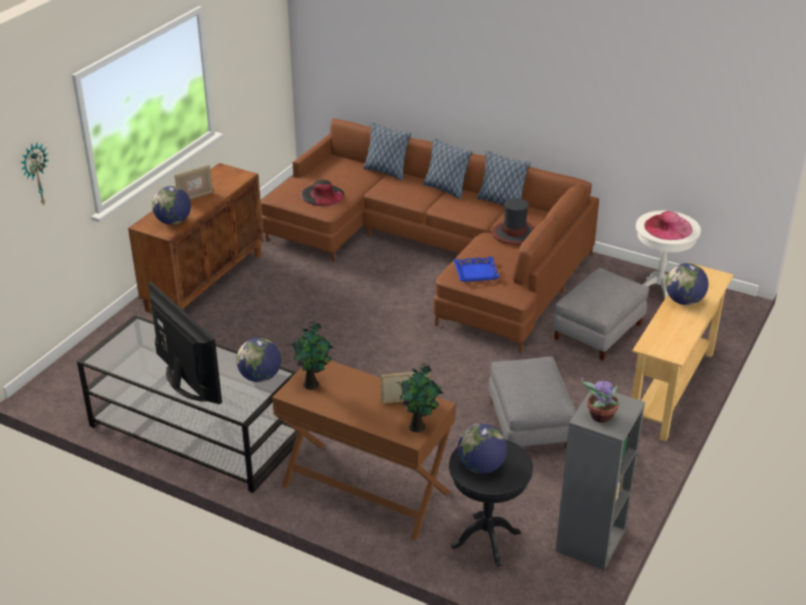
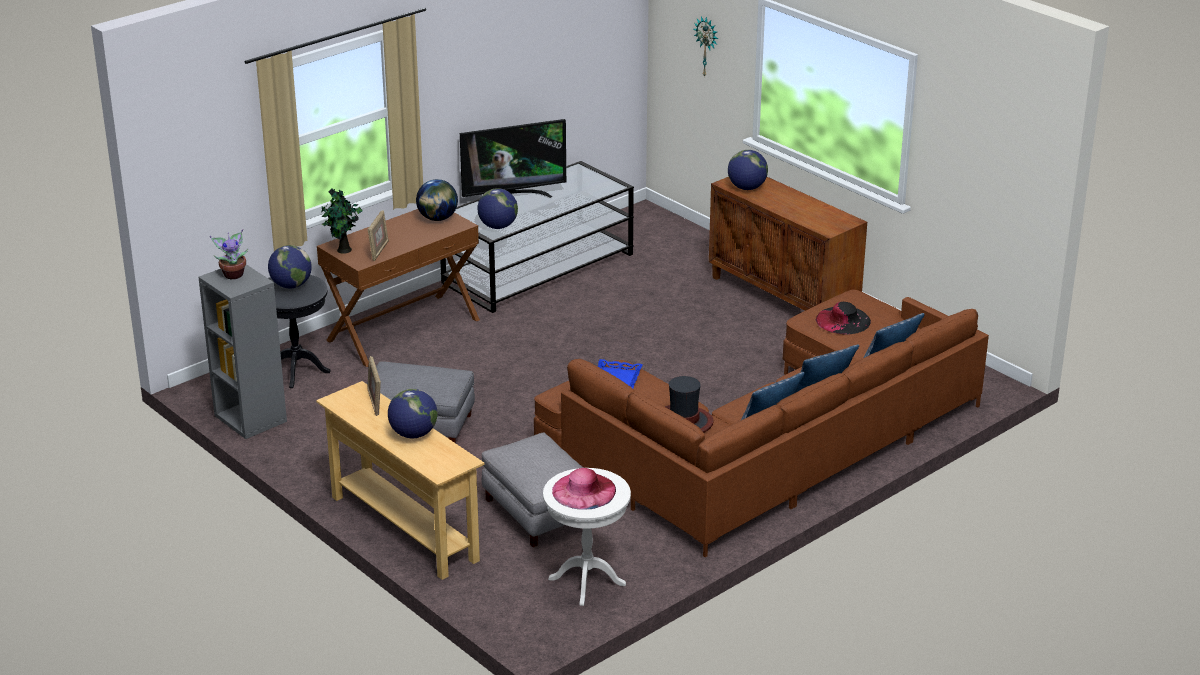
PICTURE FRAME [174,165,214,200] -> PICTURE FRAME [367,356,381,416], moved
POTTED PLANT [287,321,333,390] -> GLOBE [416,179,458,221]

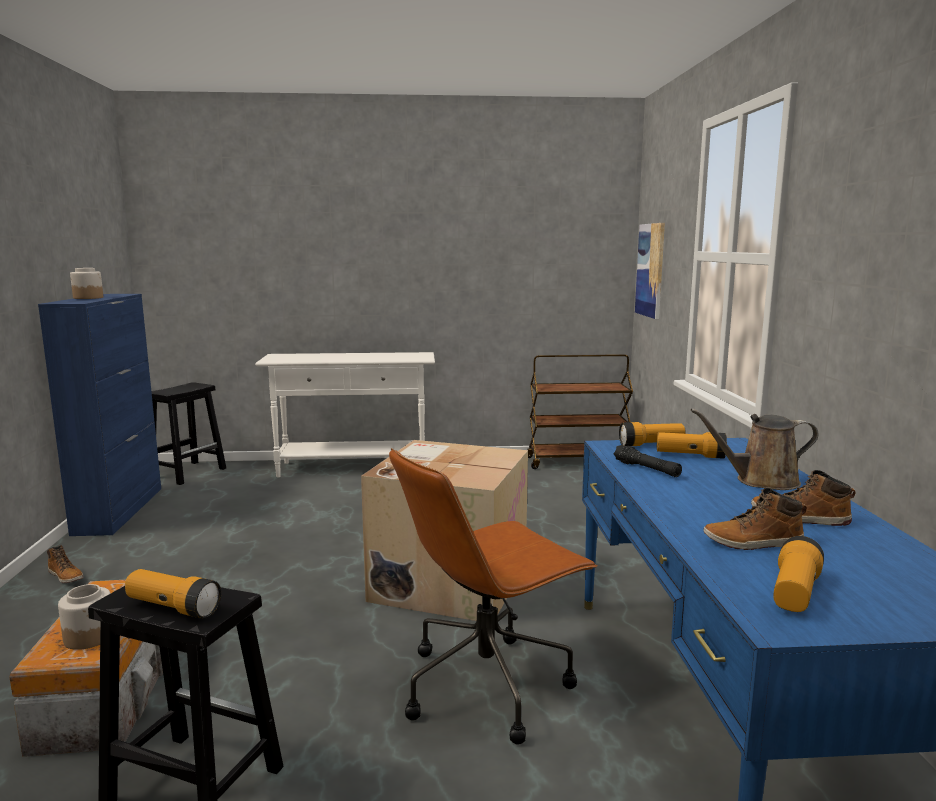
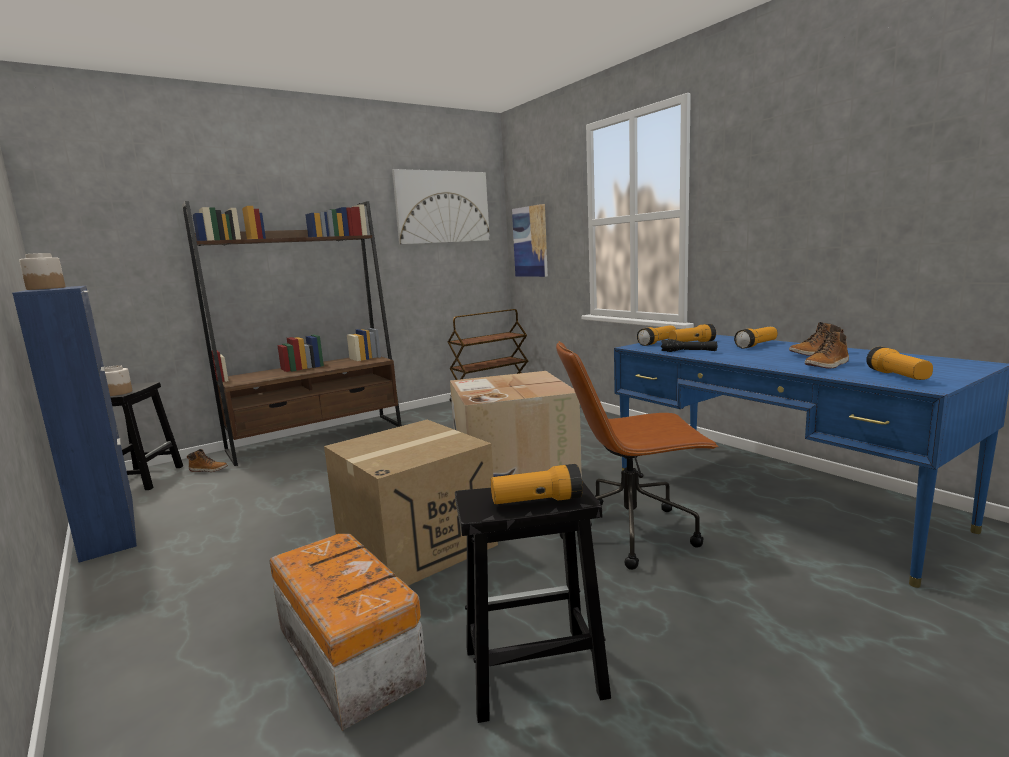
JAR [58,584,111,650] -> JAR [105,365,133,396], moved
WHITE CONSOLE TABLE [255,352,435,477] -> BROWN BOOKCASE [182,201,402,466]
BOOT [47,545,83,583] -> BOOT [187,449,228,472], moved
none -> CARDBOARD BOX [324,420,498,586]
none -> PICTURE [392,169,490,244]
BROWN OFFICE CHAIR [389,448,597,745] -> BROWN OFFICE CHAIR [556,341,719,570], 60 degrees clockwise
BROWN WATERING CAN [690,409,819,490] -> FLASHLIGHT [734,327,777,349]

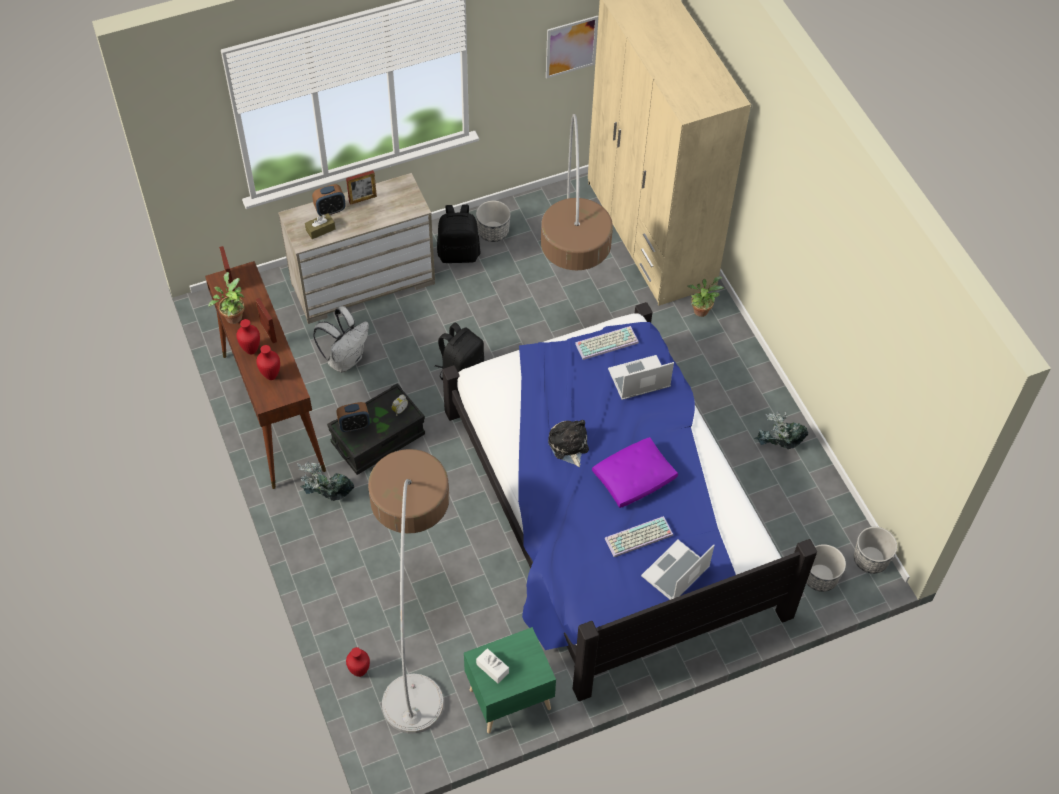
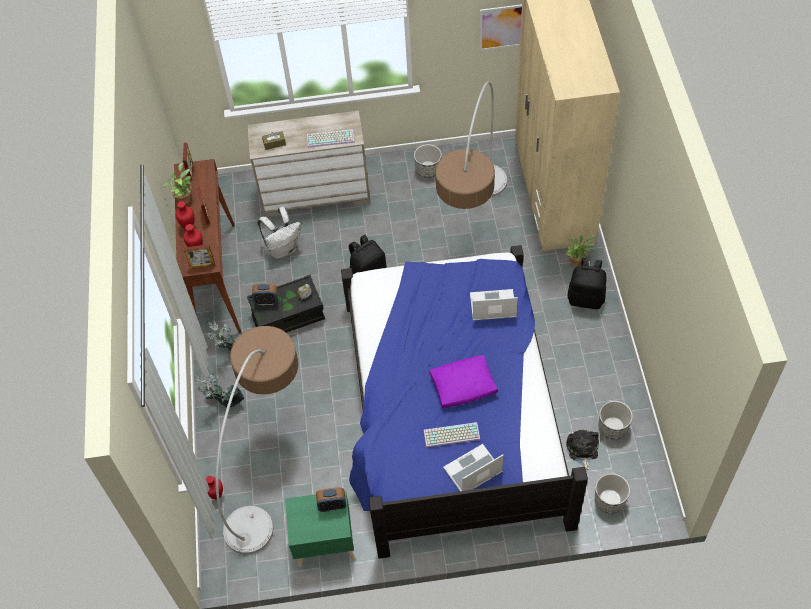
PICTURE FRAME [346,170,377,205] -> PICTURE FRAME [184,244,215,269], moved
POTTED PLANT [754,411,808,450] -> POTTED PLANT [195,374,244,408], moved
KEYBOARD [575,326,639,360] -> KEYBOARD [307,129,355,148], moved
ALARM CLOCK [312,184,346,216] -> ALARM CLOCK [316,487,346,512], moved
PLUSH TOY [548,420,589,467] -> PLUSH TOY [566,430,599,471], moved
BLACK BACKPACK [437,205,480,263] -> BLACK BACKPACK [568,258,607,309], moved
PLANTER [854,527,897,574] -> PLANTER [599,401,633,440], moved
WHITE TISSUE BOX [476,648,509,683] -> none

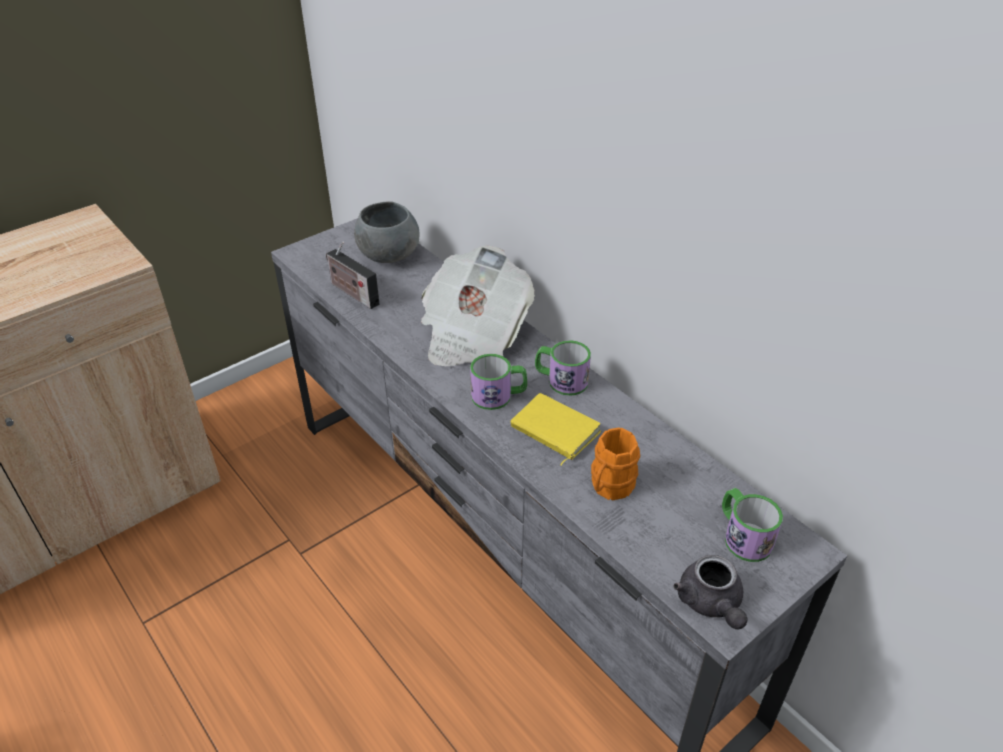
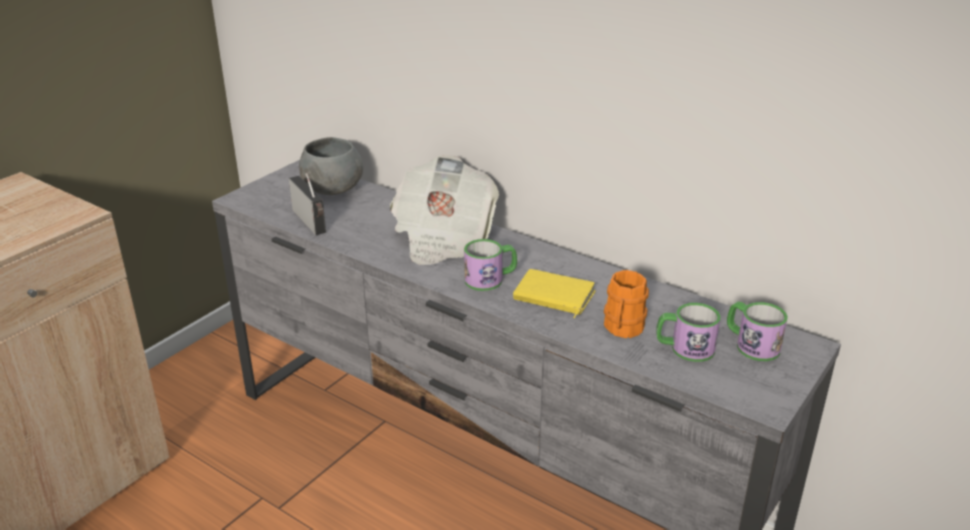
RADIO [326,242,380,309] -> RADIO [289,173,326,235], 150 degrees counterclockwise
MUG [535,340,591,396] -> MUG [656,303,721,362], moved
GREY TEAPOT [673,555,748,630] -> none

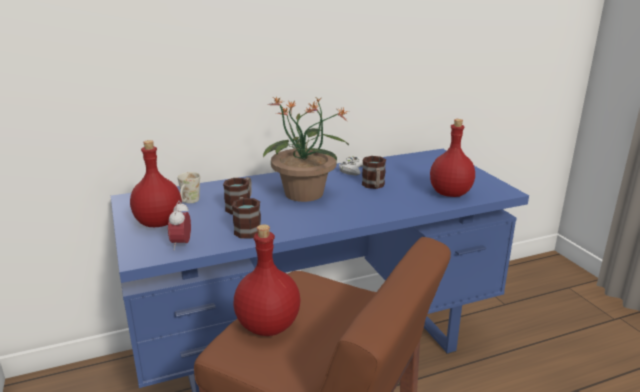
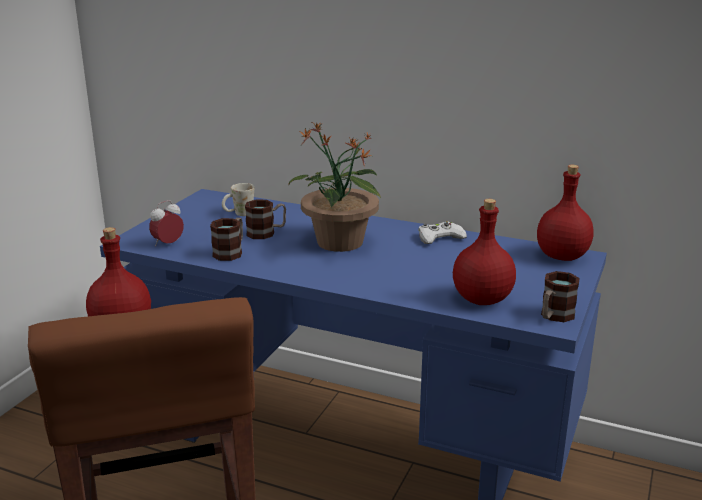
RED BOTTLE [130,140,182,227] -> RED BOTTLE [537,165,594,261], moved
MUG [362,156,386,189] -> MUG [541,271,580,322], moved

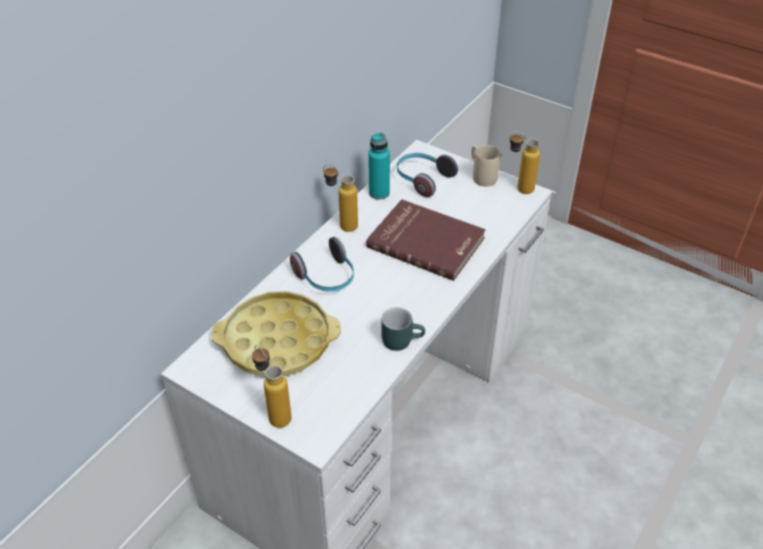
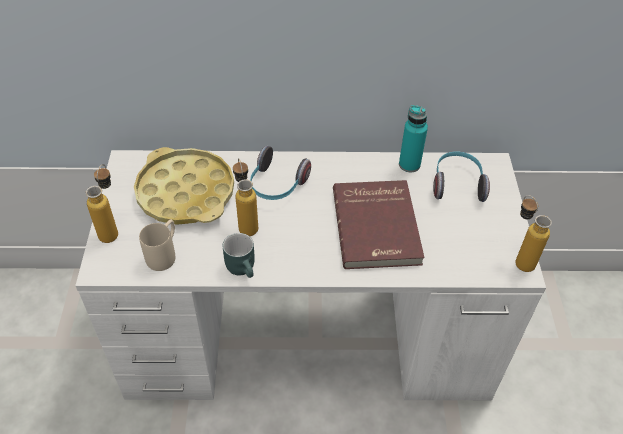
BEIGE MUG [471,145,501,186] -> BEIGE MUG [139,219,175,271], moved
BOTTLE [323,164,358,232] -> BOTTLE [233,158,258,236], moved

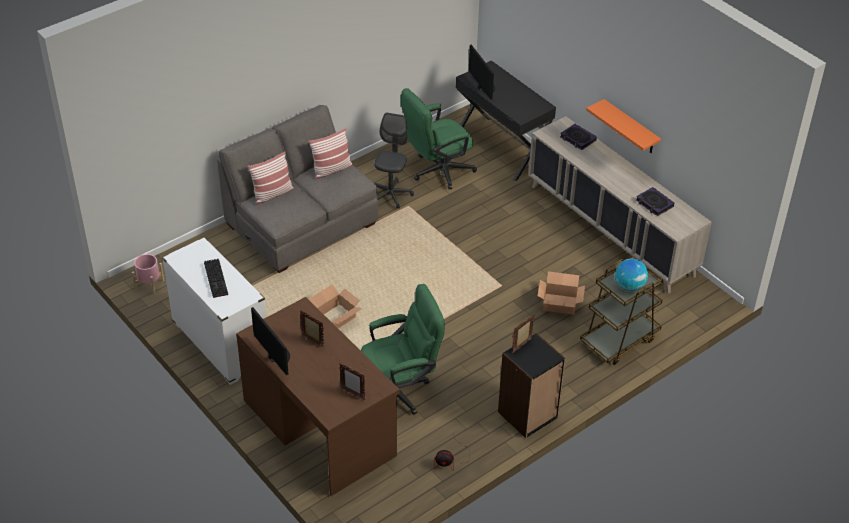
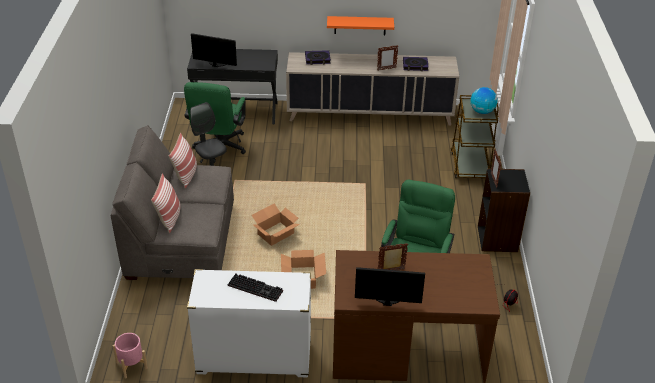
CARDBOARD BOX [538,271,585,315] -> CARDBOARD BOX [252,203,300,246], moved
PICTURE FRAME [339,363,366,400] -> PICTURE FRAME [377,45,398,70], moved

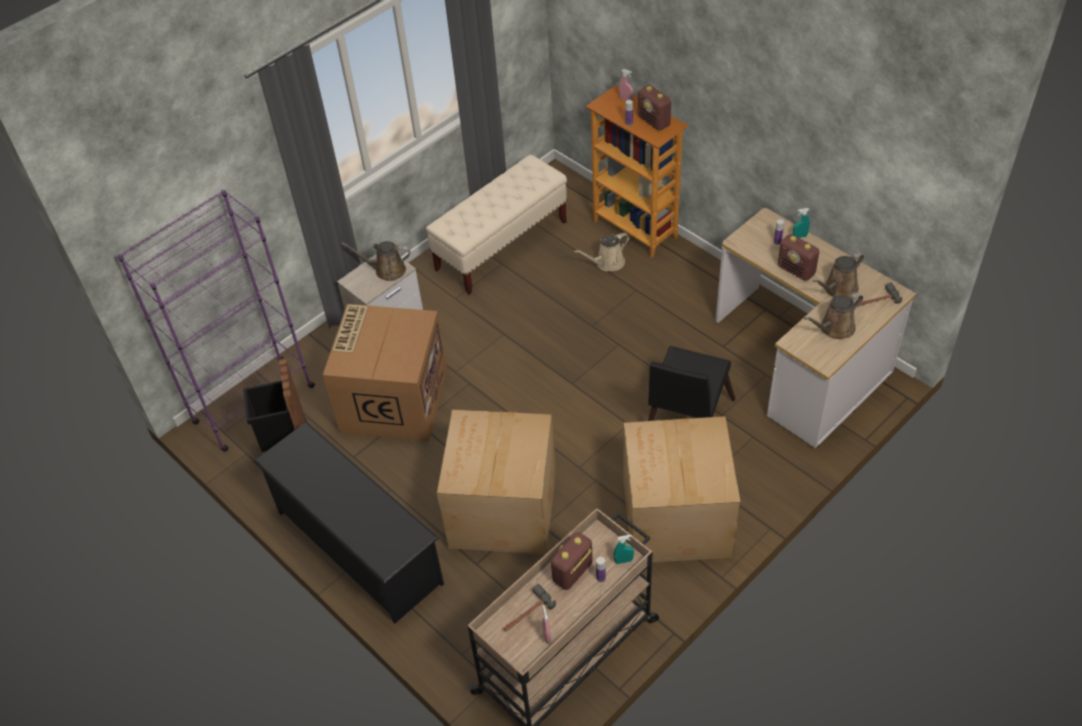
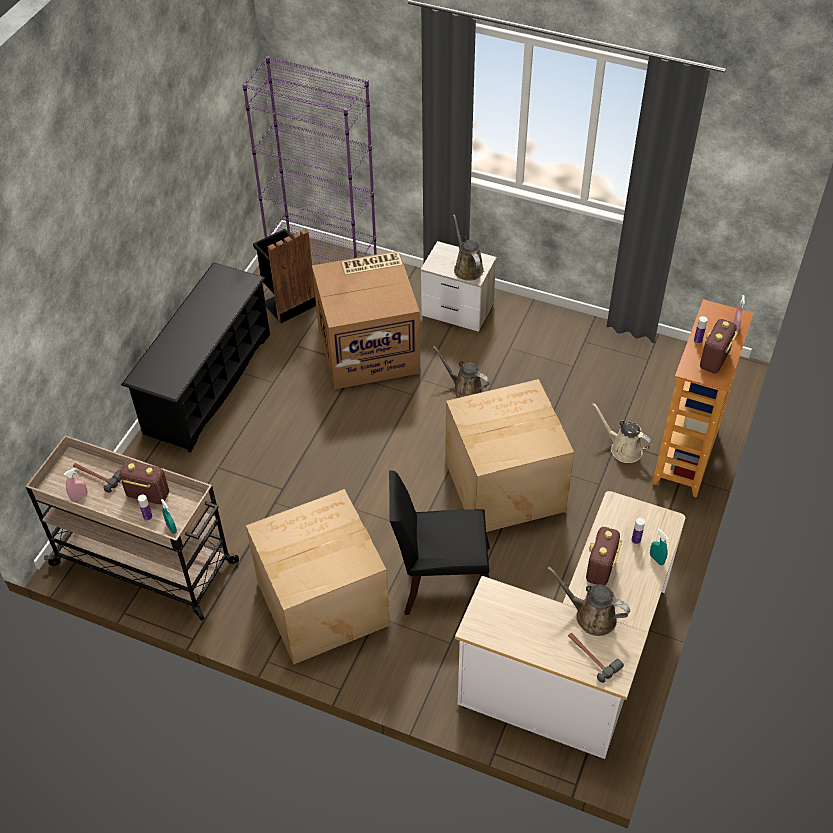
BROWN WATERING CAN [804,292,863,339] -> BROWN WATERING CAN [433,346,490,398], moved
CARDBOARD BOX [437,409,556,554] -> CARDBOARD BOX [445,379,575,532], moved
BEIGE BENCH [426,155,567,295] -> none

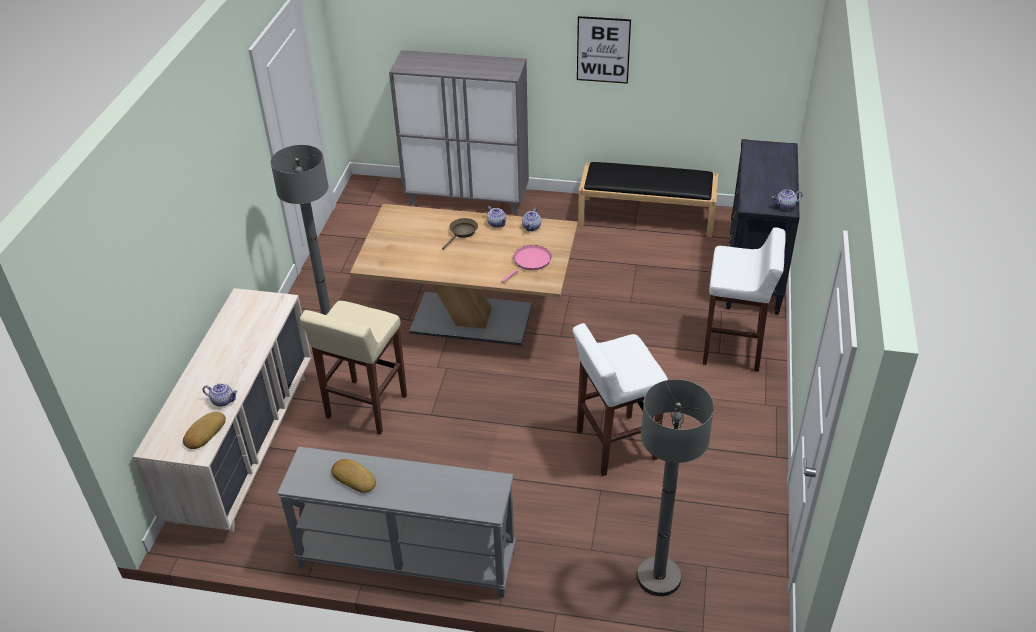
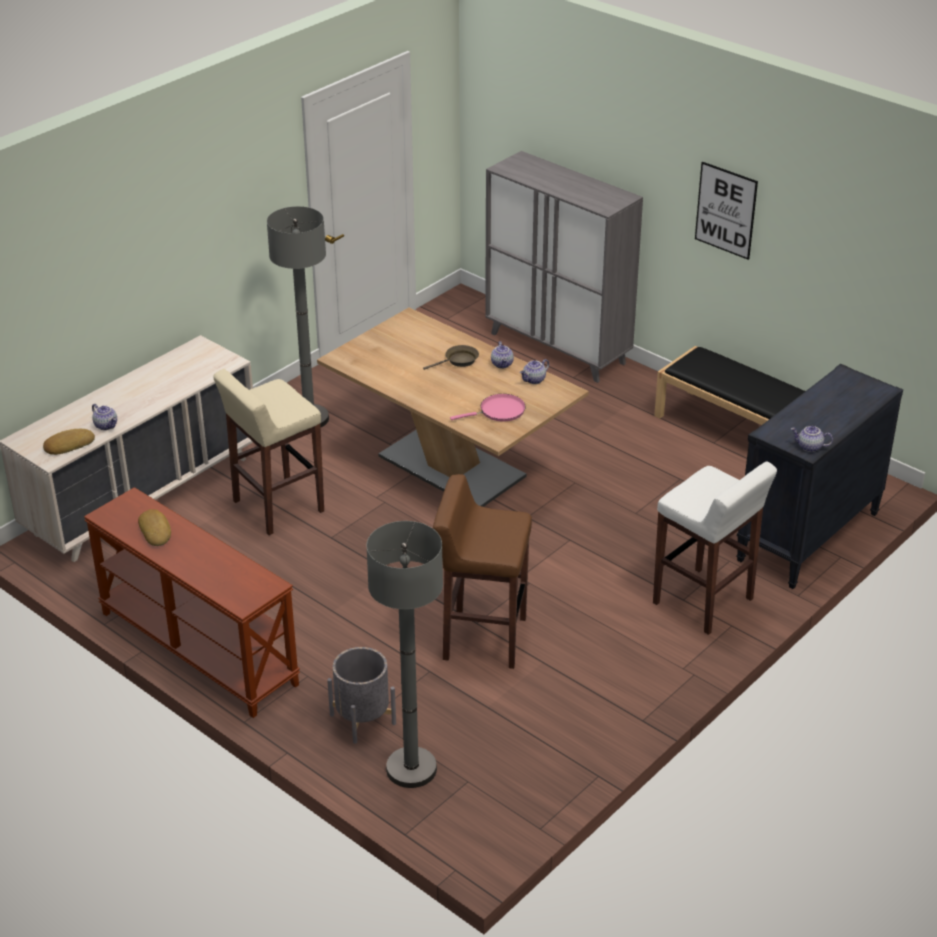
GREY CONSOLE TABLE [277,446,516,597] -> BROWN CONSOLE TABLE [84,487,300,718]
none -> GREY PLANTER [327,647,396,744]
WHITE STOOL [573,323,668,476] -> BROWN STOOL [433,474,532,669]

